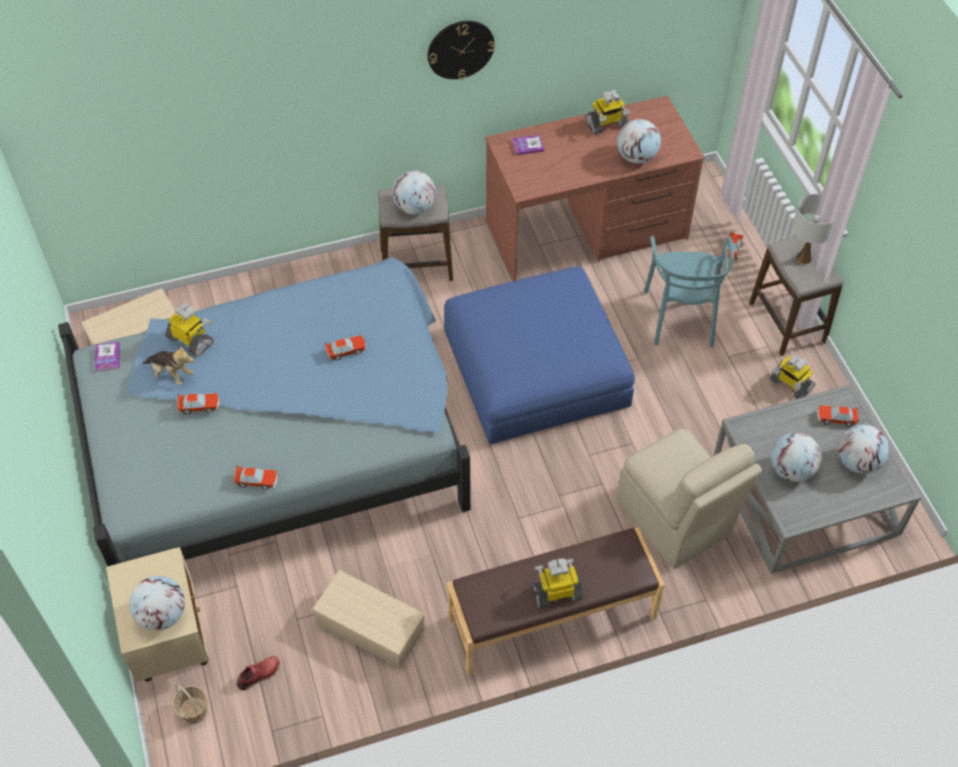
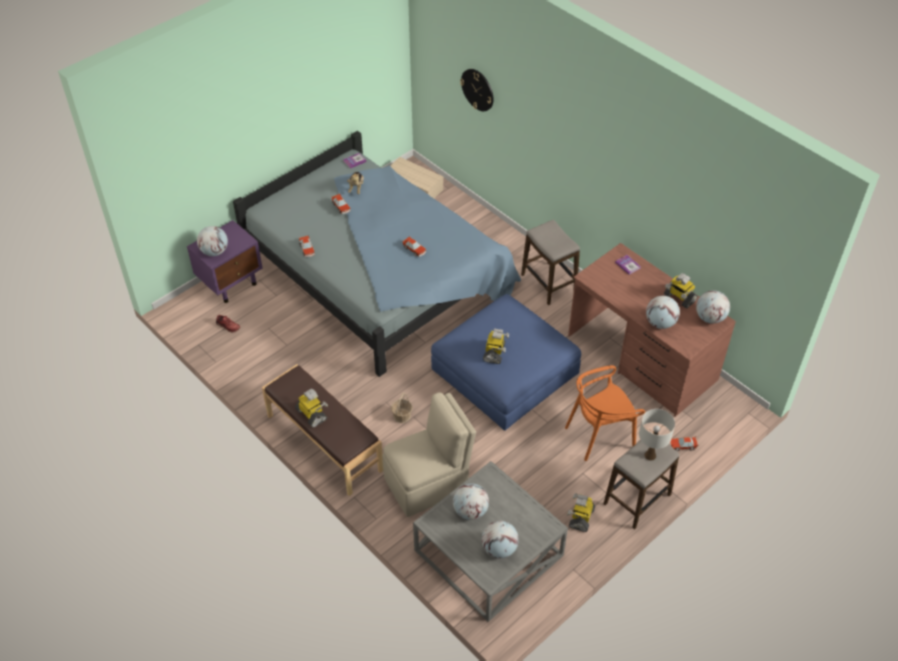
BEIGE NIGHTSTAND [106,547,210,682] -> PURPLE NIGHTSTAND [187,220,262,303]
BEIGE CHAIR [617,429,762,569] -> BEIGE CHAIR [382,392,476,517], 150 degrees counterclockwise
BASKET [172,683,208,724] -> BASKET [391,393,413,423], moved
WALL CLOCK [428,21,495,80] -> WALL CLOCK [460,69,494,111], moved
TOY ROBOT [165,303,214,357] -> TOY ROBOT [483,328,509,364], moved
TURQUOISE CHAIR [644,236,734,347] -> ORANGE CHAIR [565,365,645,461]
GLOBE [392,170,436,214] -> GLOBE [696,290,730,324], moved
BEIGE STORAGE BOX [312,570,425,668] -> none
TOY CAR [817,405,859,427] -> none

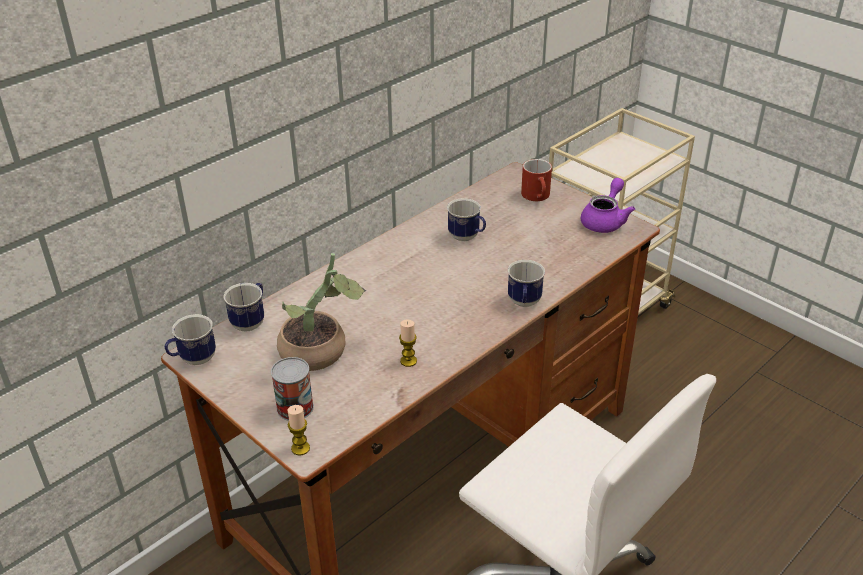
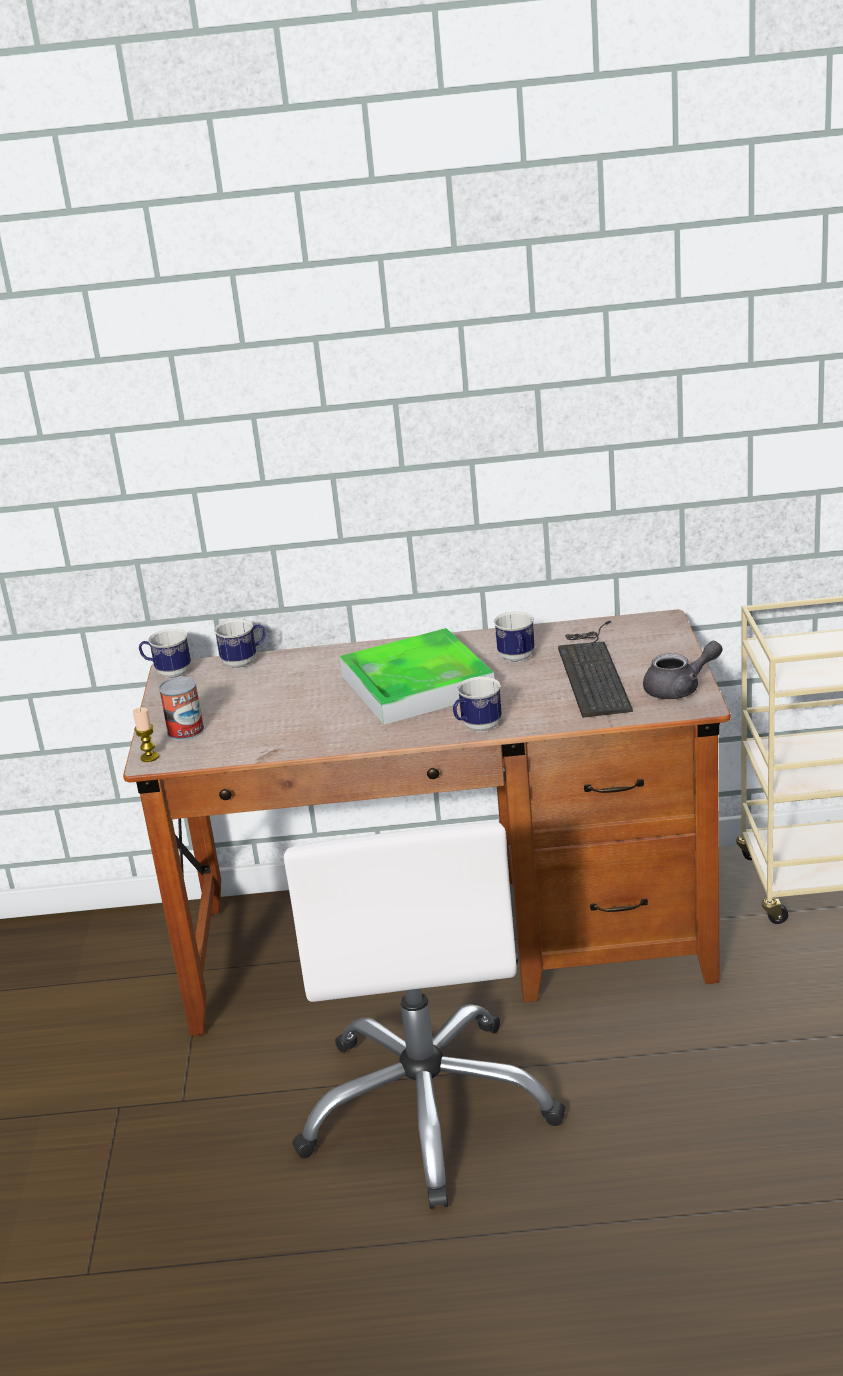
none -> TRAY [340,628,494,725]
none -> KEYBOARD [558,621,633,718]
PURPLE TEAPOT [581,178,635,233] -> GREY TEAPOT [643,641,723,699]
POTTED PLANT [277,253,366,371] -> none
CANDLE [399,320,417,367] -> none
RED MUG [521,159,552,201] -> none

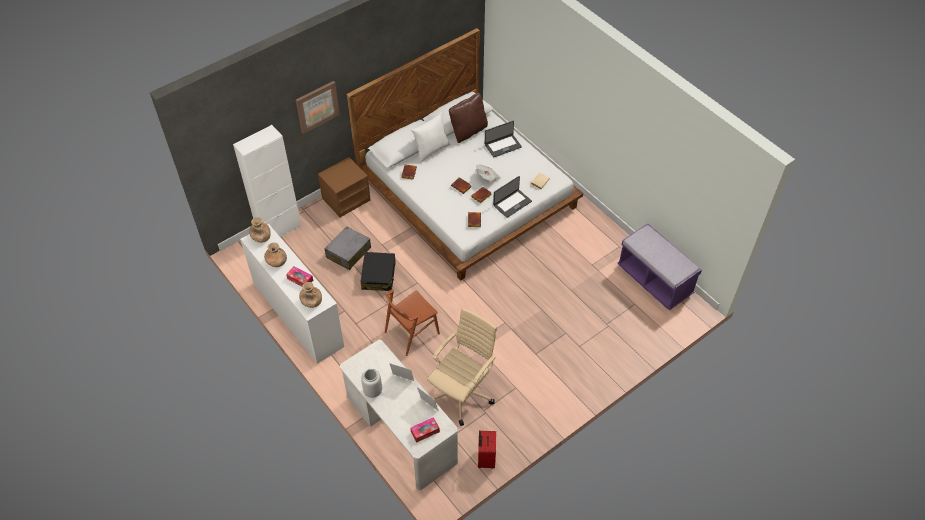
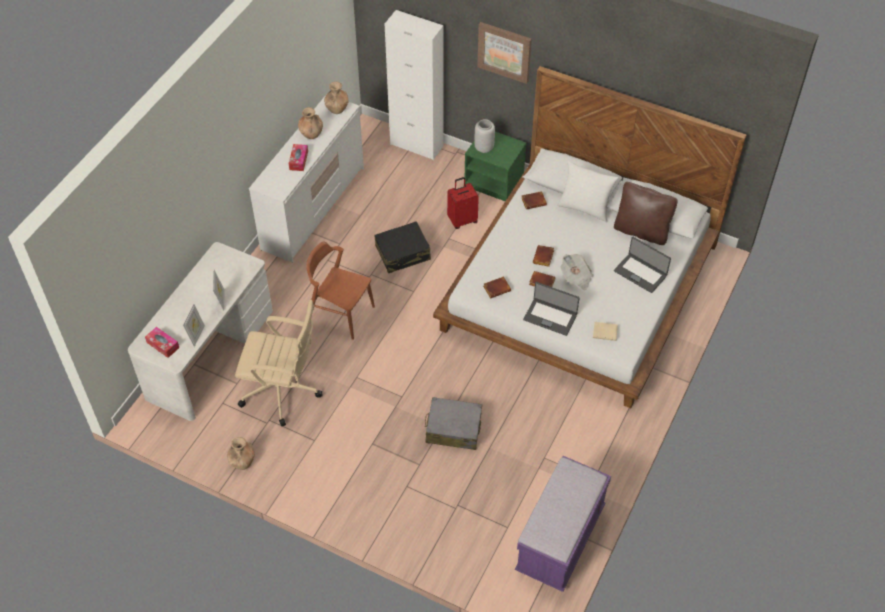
BROWN VASE [299,282,322,308] -> BROWN VASE [227,437,255,470], moved
GREY SUITCASE [325,226,371,270] -> GREY SUITCASE [425,397,482,450], moved
RED SUITCASE [478,431,496,469] -> RED SUITCASE [447,177,479,229], moved
BROWN NIGHTSTAND [318,157,371,217] -> GREEN NIGHTSTAND [465,132,526,201]
GREY VASE [361,369,382,398] -> GREY VASE [474,119,495,153], moved

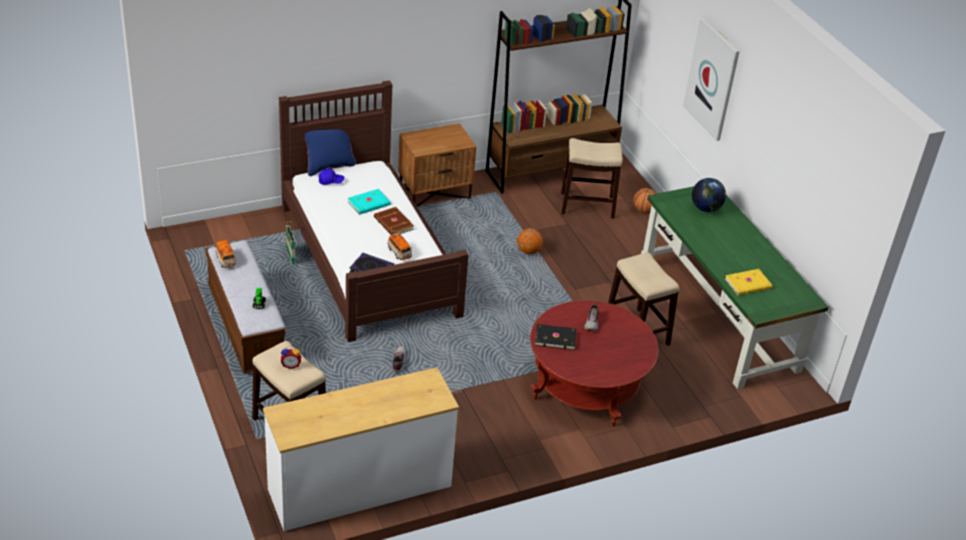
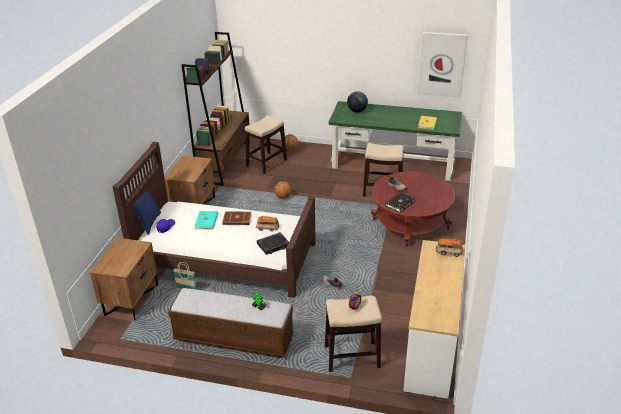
none -> BROWN NIGHTSTAND [90,238,158,321]
PICTURE [683,18,740,141] -> PICTURE [418,32,468,98], moved
TOY CAR [215,240,237,268] -> TOY CAR [436,239,463,257], moved

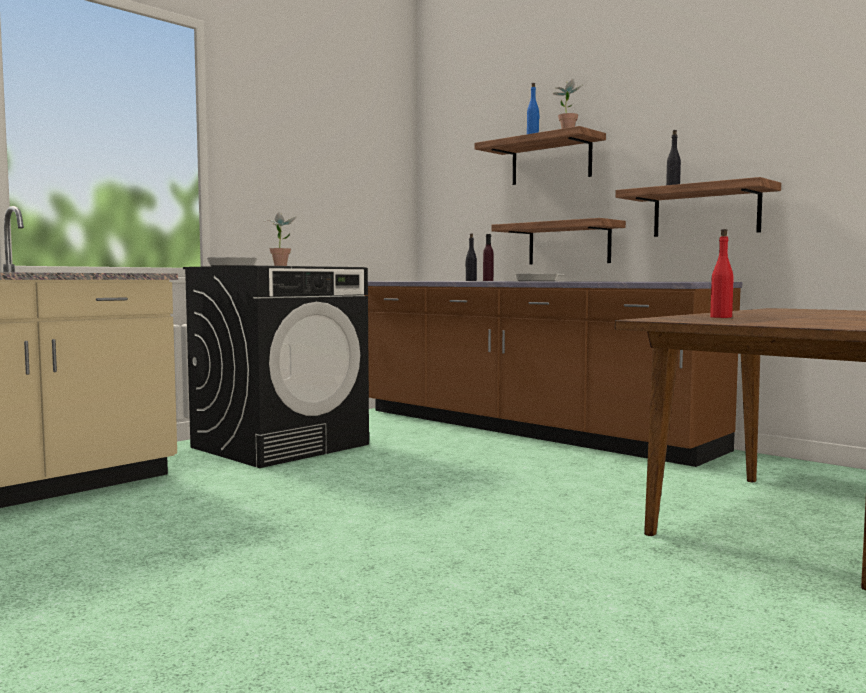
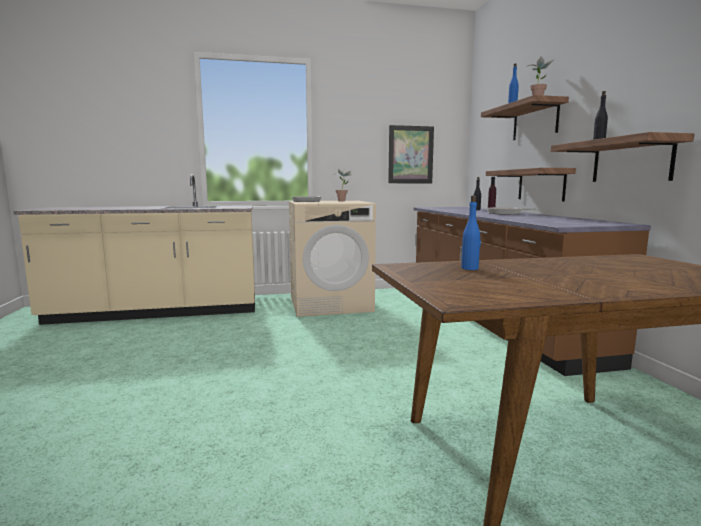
BLACK WASHING MACHINE [183,265,369,468] -> BEIGE WASHING MACHINE [289,201,376,317]
none -> PICTURE [388,125,434,183]
RED BOTTLE [710,229,734,318] -> BLUE BOTTLE [461,196,481,270]

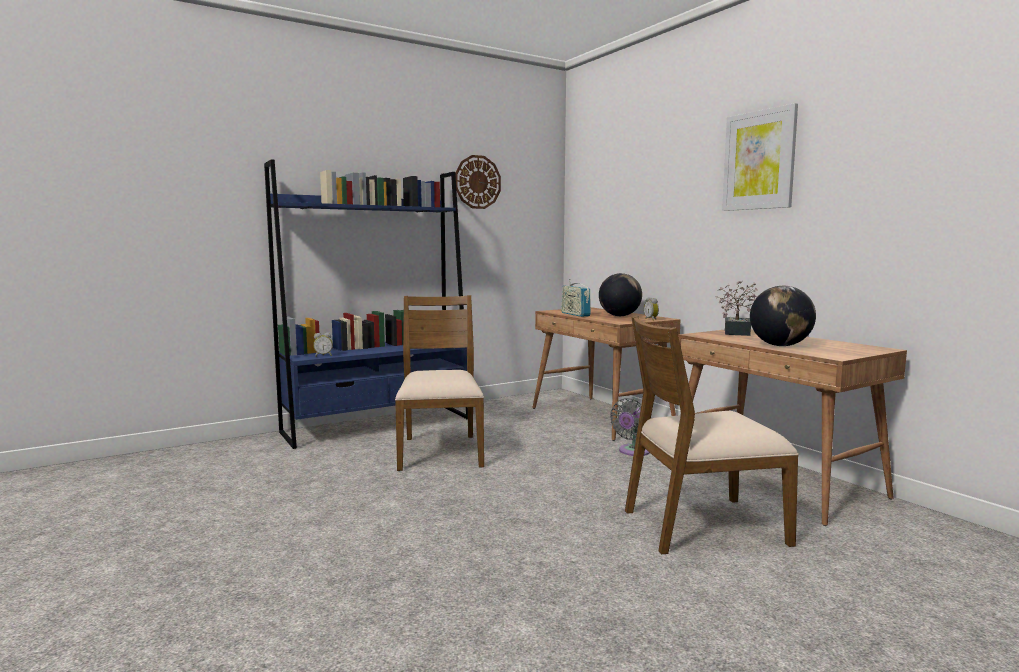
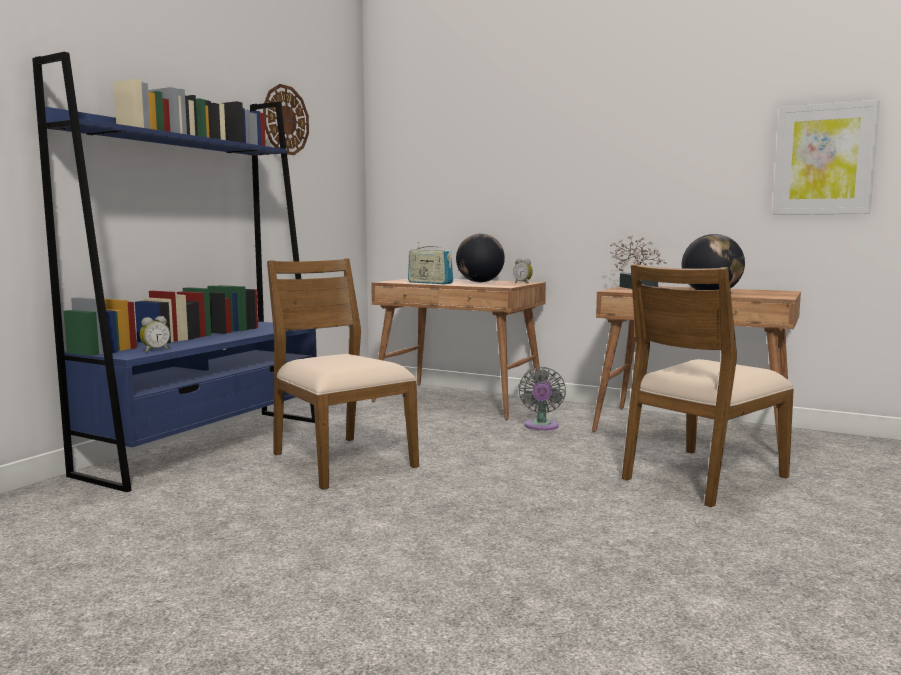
PICTURE [722,103,798,211] -> PICTURE [772,100,880,215], moved

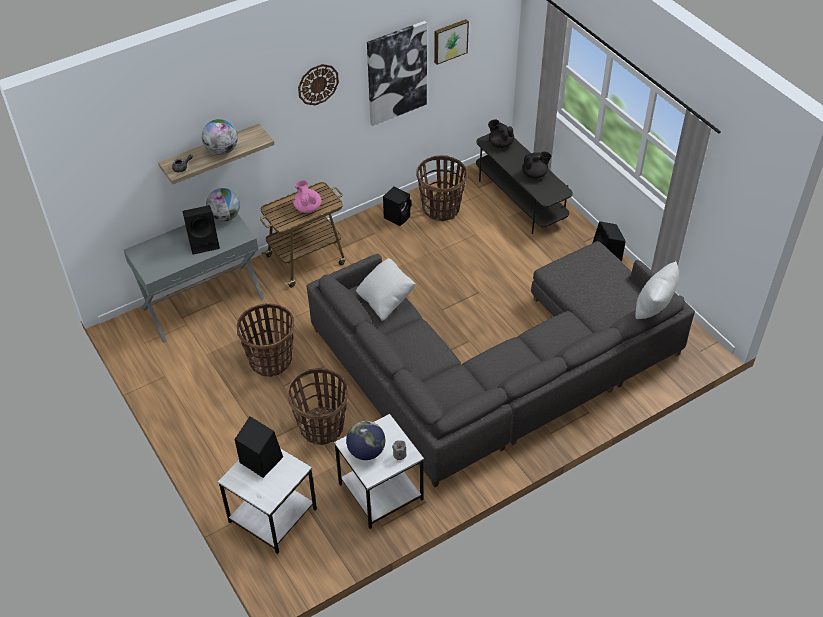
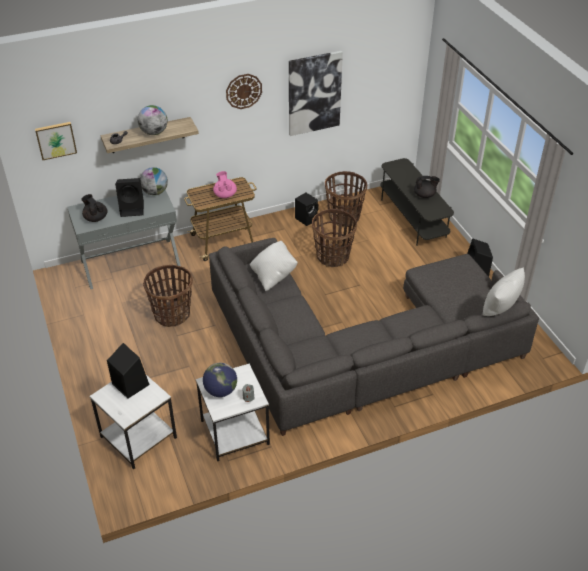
PICTURE [434,19,469,65] -> PICTURE [35,122,77,160], moved
BLACK TEAPOT [488,119,514,148] -> BLACK TEAPOT [81,194,107,222], moved
BASKET [287,368,348,445] -> BASKET [312,209,357,267], moved

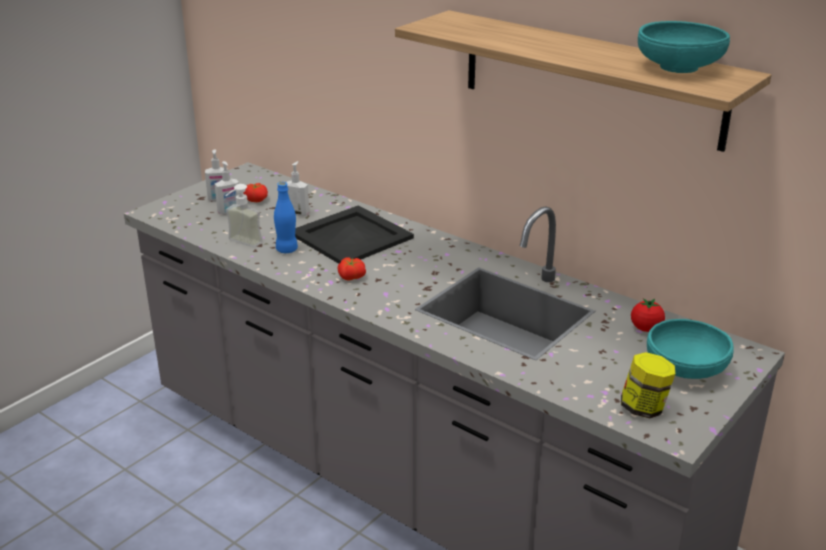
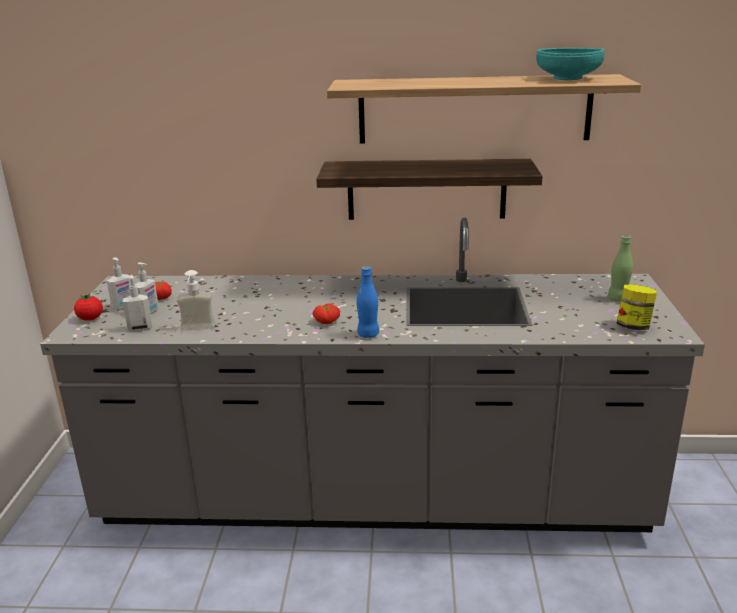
TOMATO [631,298,665,332] -> TOMATO [74,293,103,321], moved
SOAP DISPENSER [286,161,309,216] -> SOAP DISPENSER [123,275,152,331], moved
none -> SHELF [316,159,543,220]
BLUE BOTTLE [274,182,298,253] -> BLUE BOTTLE [356,266,379,338], moved
TURQUOISE BOWL [647,319,734,379] -> GREEN BOTTLE [608,235,633,302]
BLACK TRAY [295,205,414,264] -> none

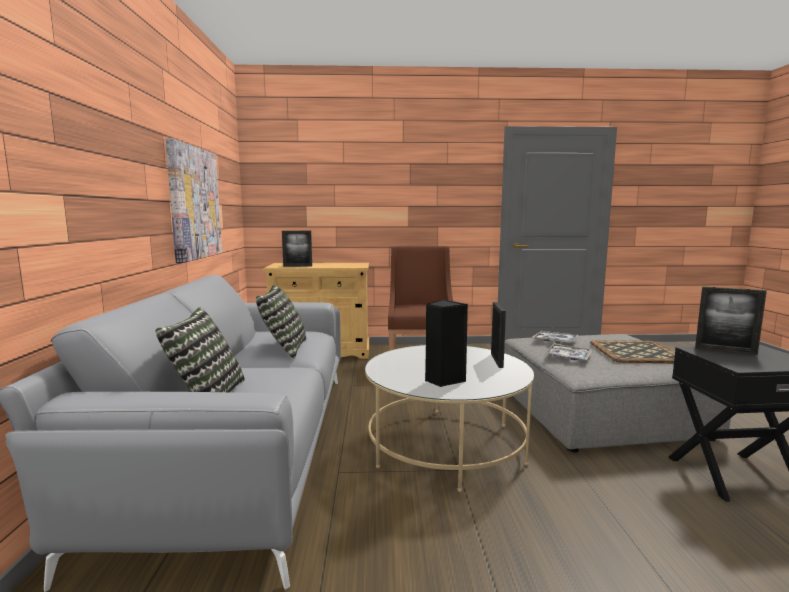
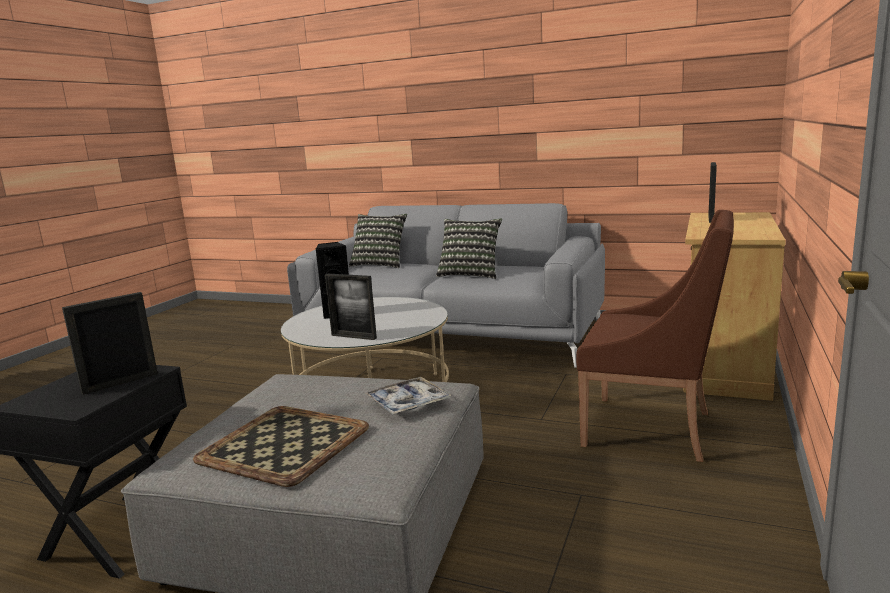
PICTURE [165,138,222,263] -> none
TRAY [545,344,593,360] -> none

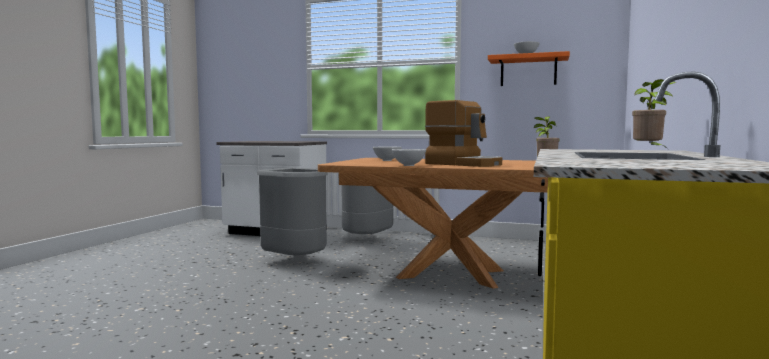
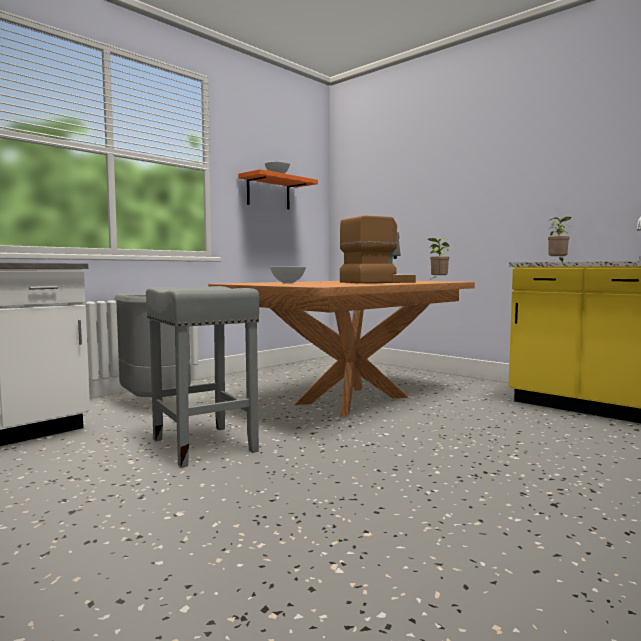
GREY TRASH CAN [257,167,328,255] -> GREY STOOL [146,286,259,468]
WHITE BOWL [392,149,426,166] -> none

